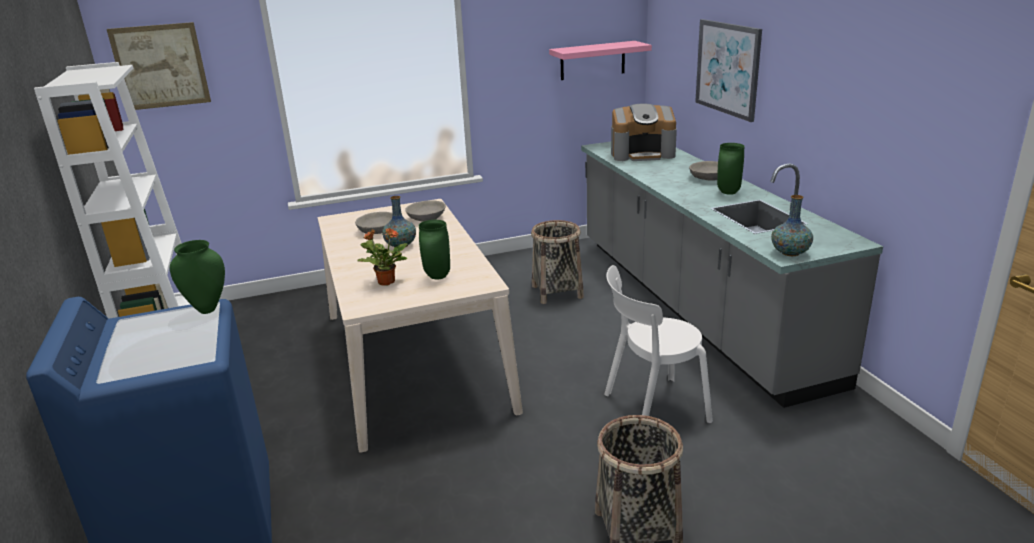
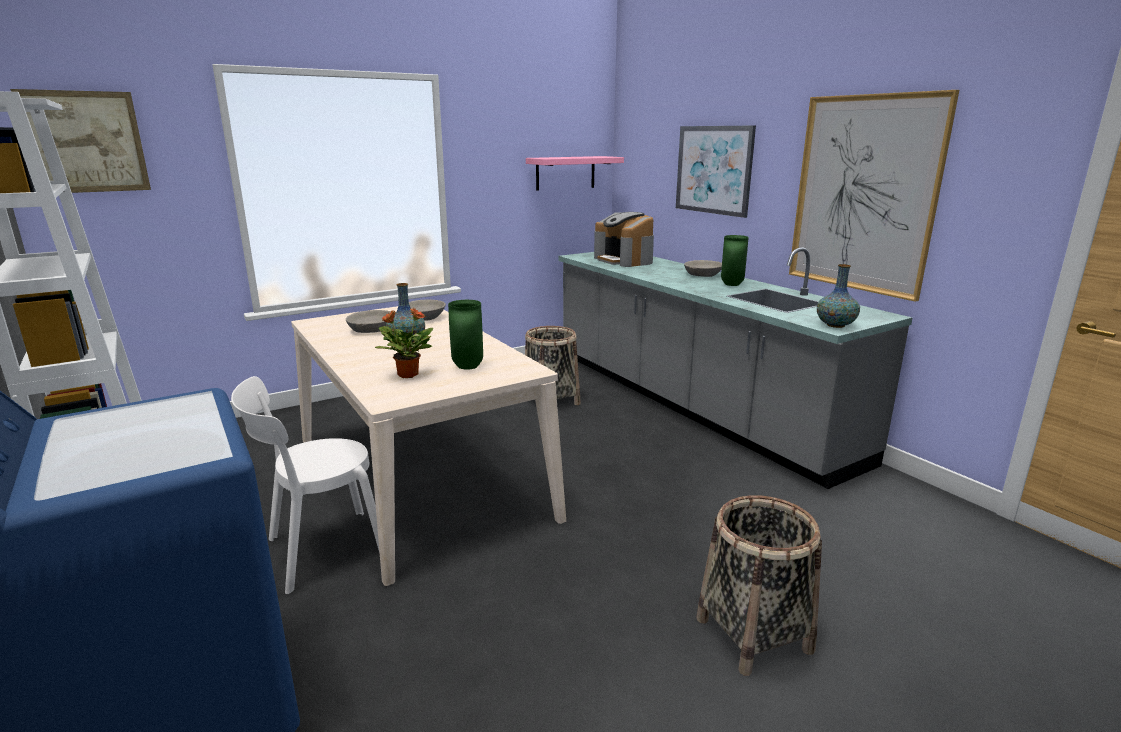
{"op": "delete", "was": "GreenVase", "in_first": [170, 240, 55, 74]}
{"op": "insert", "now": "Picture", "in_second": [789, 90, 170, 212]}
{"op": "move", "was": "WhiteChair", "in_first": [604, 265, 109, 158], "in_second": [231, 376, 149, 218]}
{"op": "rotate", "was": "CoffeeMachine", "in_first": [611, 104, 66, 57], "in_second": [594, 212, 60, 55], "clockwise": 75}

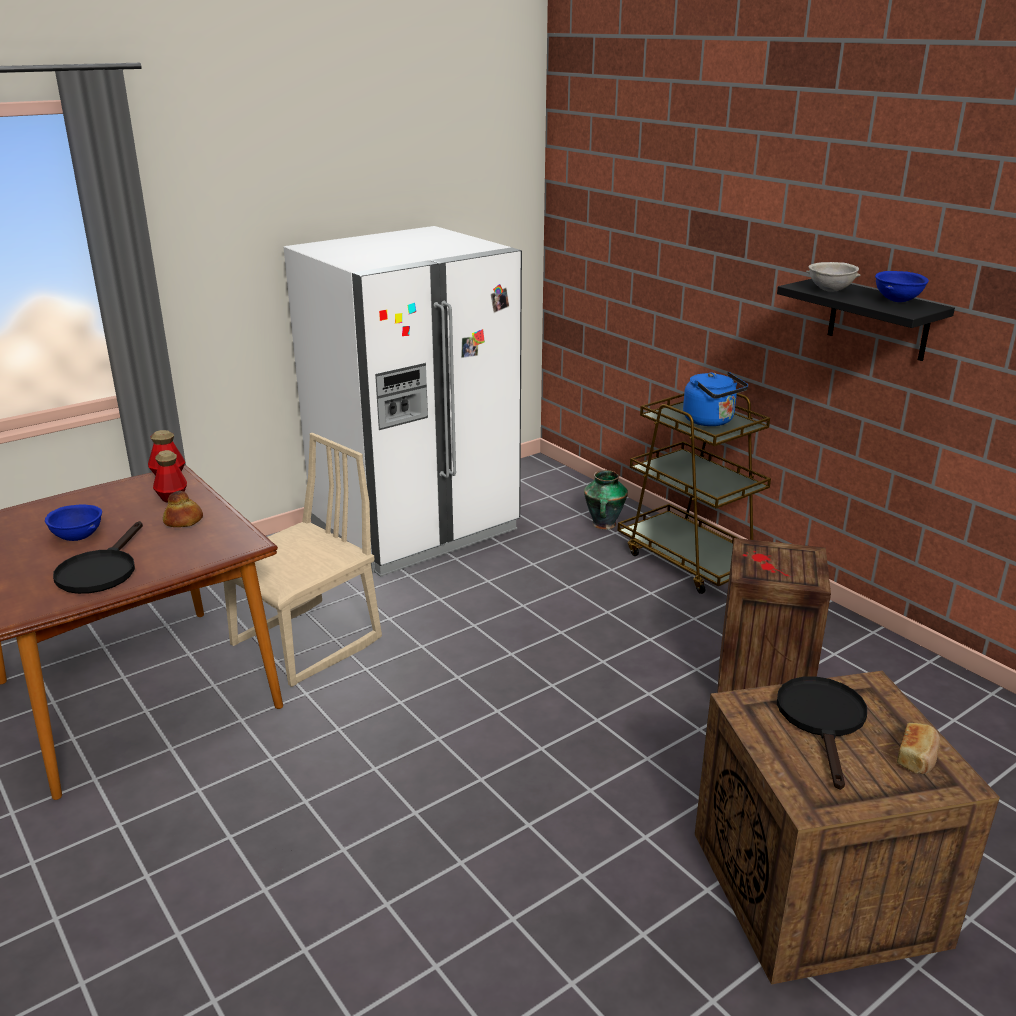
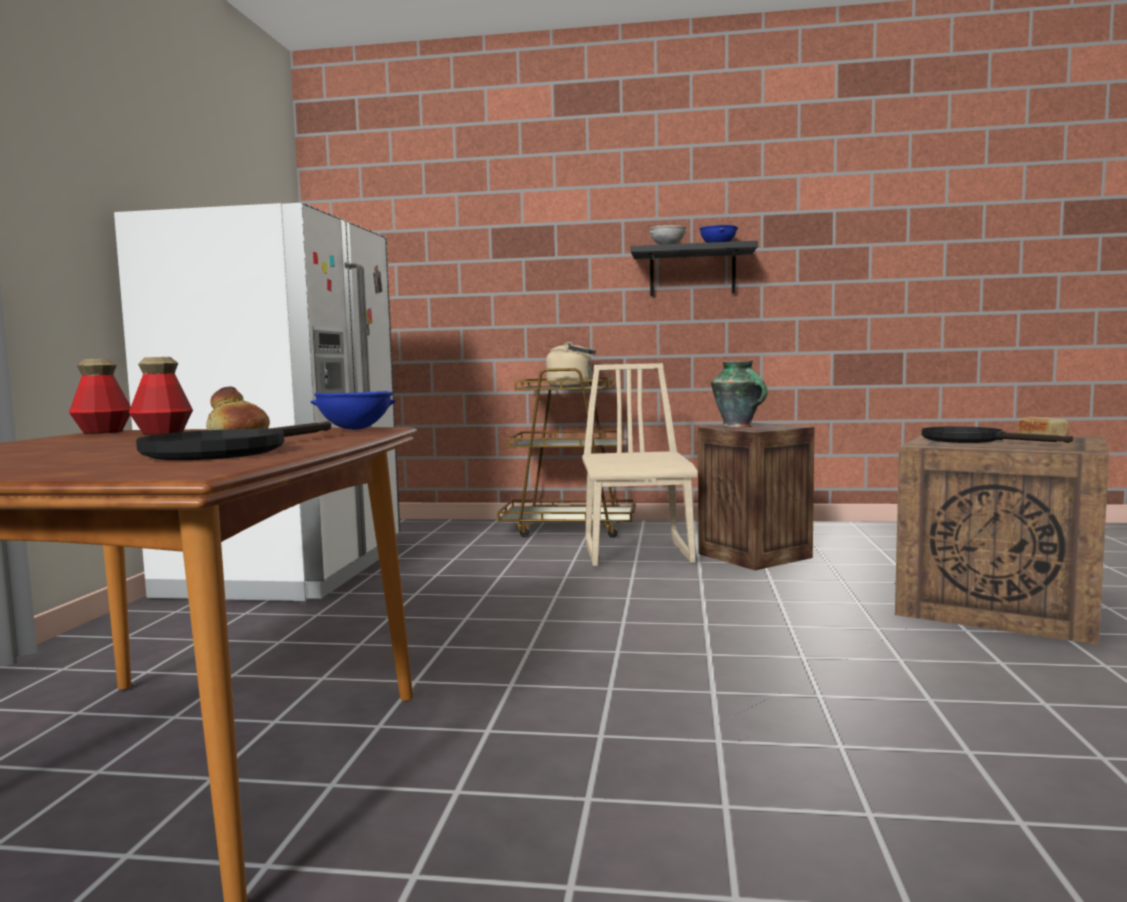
{"op": "move", "was": "BlueBowl", "in_first": [45, 504, 57, 37], "in_second": [311, 391, 85, 39]}
{"op": "move", "was": "BeigeChair", "in_first": [223, 433, 159, 254], "in_second": [582, 363, 116, 203]}
{"op": "move", "was": "Vase", "in_first": [584, 470, 44, 60], "in_second": [711, 361, 56, 66]}
{"op": "recolor", "was": "BlueKettle", "now": "BeigeKettle", "in_first": [683, 372, 65, 54], "in_second": [546, 342, 50, 45]}
{"op": "rotate", "was": "BlackFryingPan", "in_first": [53, 521, 90, 73], "in_second": [136, 421, 195, 39], "clockwise": 60}

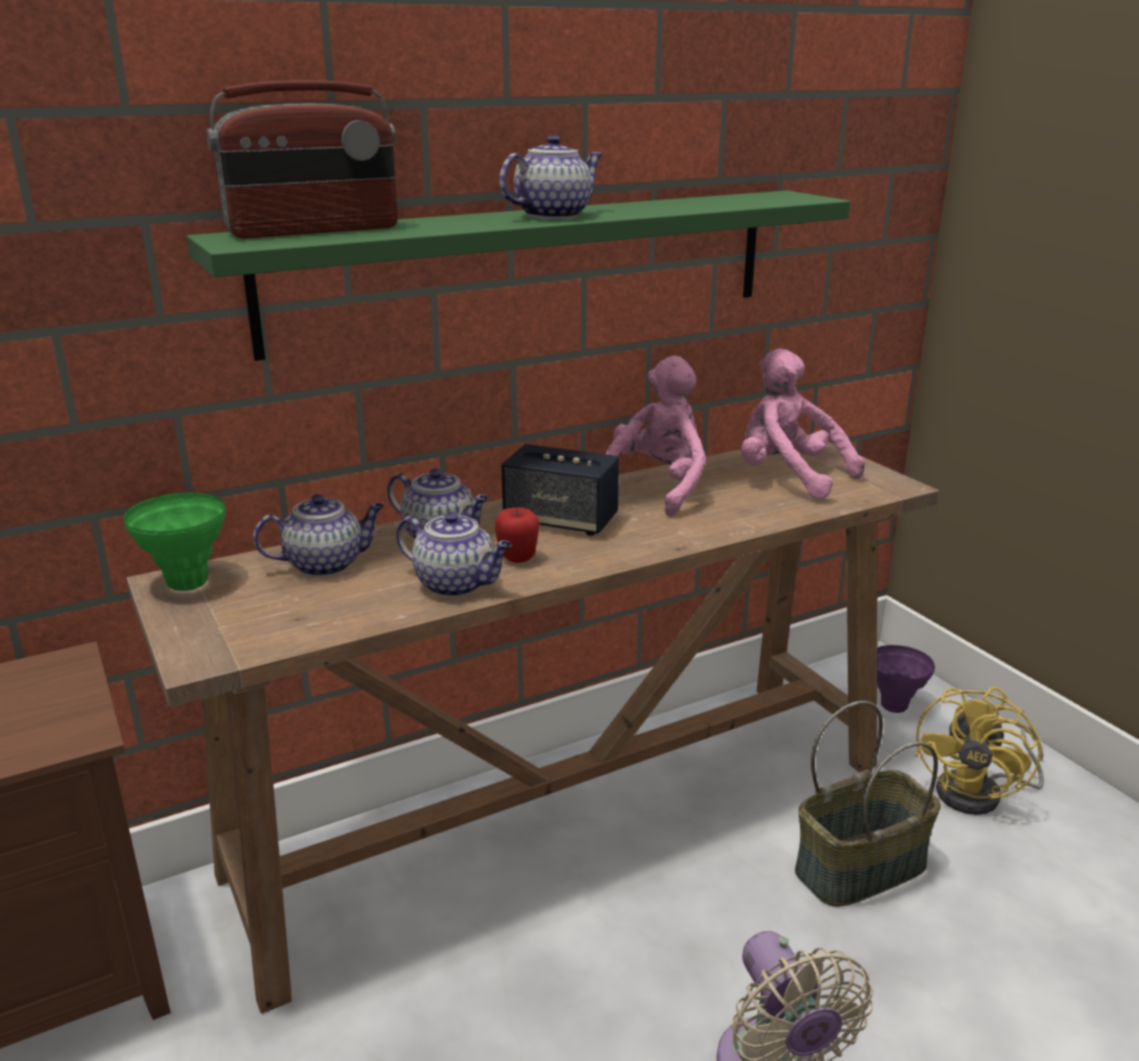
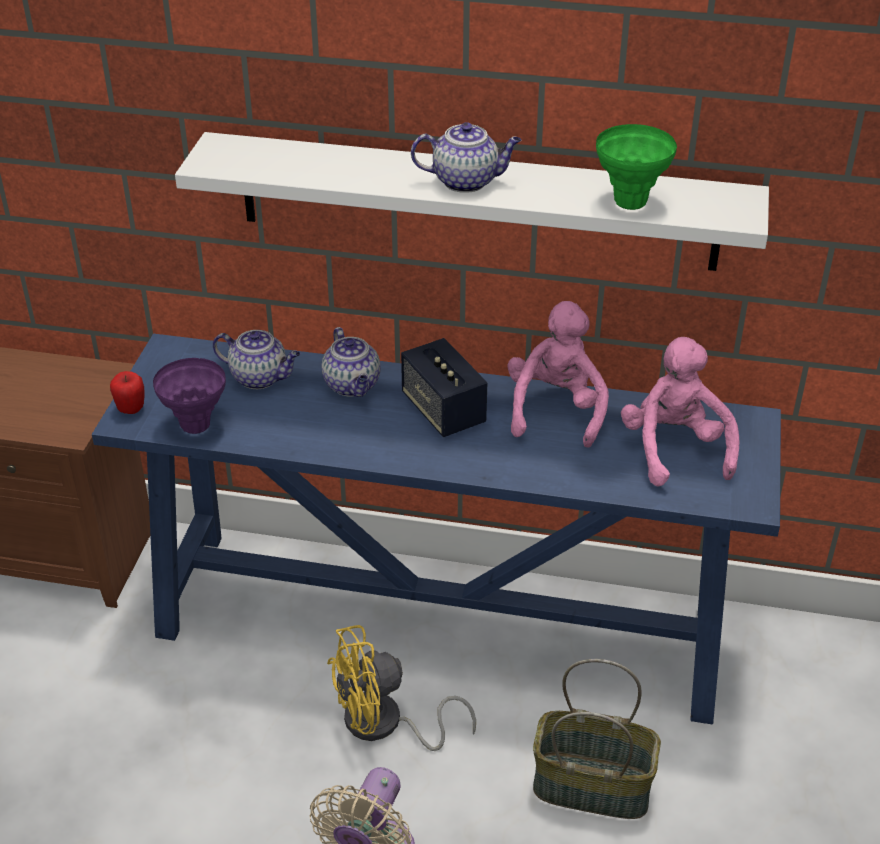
{"op": "delete", "was": "Radio", "in_first": [206, 80, 192, 158]}
{"op": "delete", "was": "Teapot", "in_first": [396, 512, 116, 85]}
{"op": "move", "was": "GreenVase", "in_first": [123, 492, 103, 99], "in_second": [596, 124, 81, 86]}
{"op": "move", "was": "Apple", "in_first": [495, 508, 45, 55], "in_second": [110, 371, 35, 43]}
{"op": "move", "was": "PurpleVase", "in_first": [877, 645, 58, 68], "in_second": [153, 358, 73, 76]}
{"op": "move", "was": "YellowFan", "in_first": [915, 687, 129, 128], "in_second": [327, 625, 149, 126]}
{"op": "recolor", "was": "BrownConsoleTable", "now": "BlueConsoleTable", "in_first": [127, 442, 812, 572], "in_second": [92, 334, 689, 390]}
{"op": "recolor", "was": "GreenShelf", "now": "WhiteShelf", "in_first": [186, 190, 664, 171], "in_second": [175, 132, 594, 139]}
{"op": "rotate", "was": "PinkPlushToy", "in_first": [606, 356, 100, 161], "in_second": [507, 301, 102, 147], "clockwise": -60}

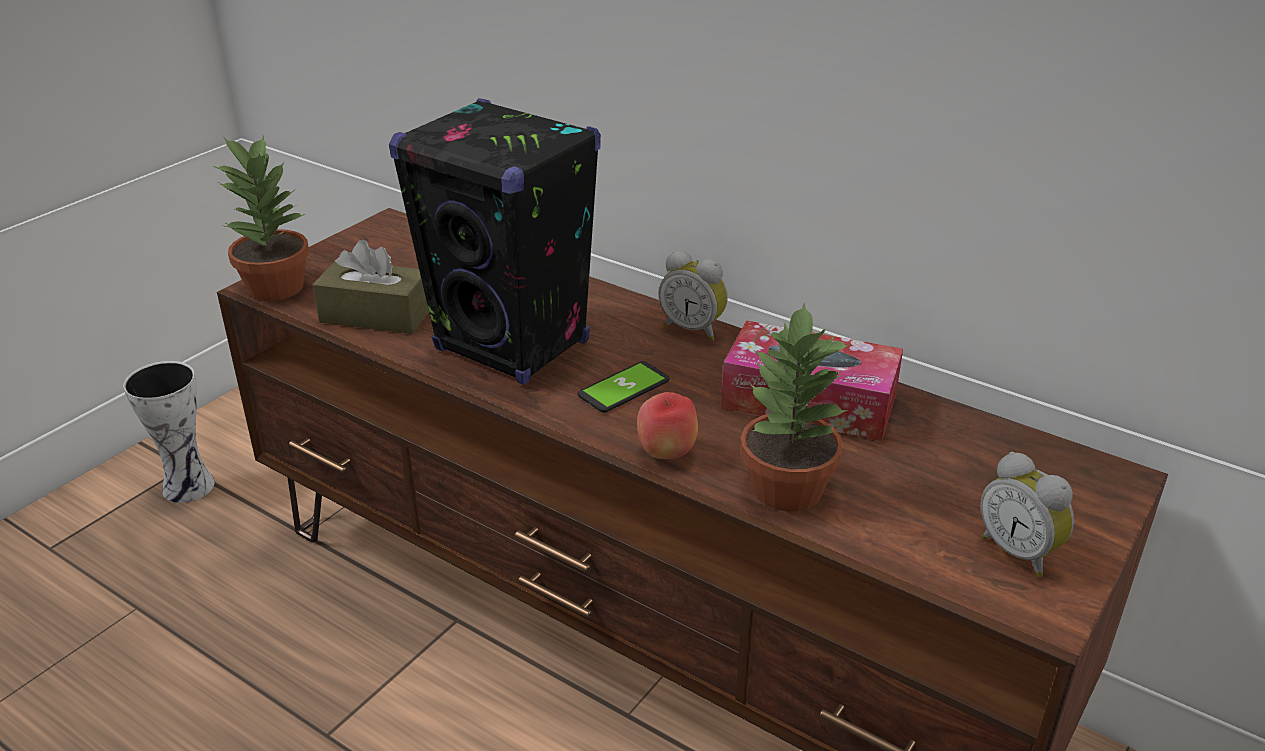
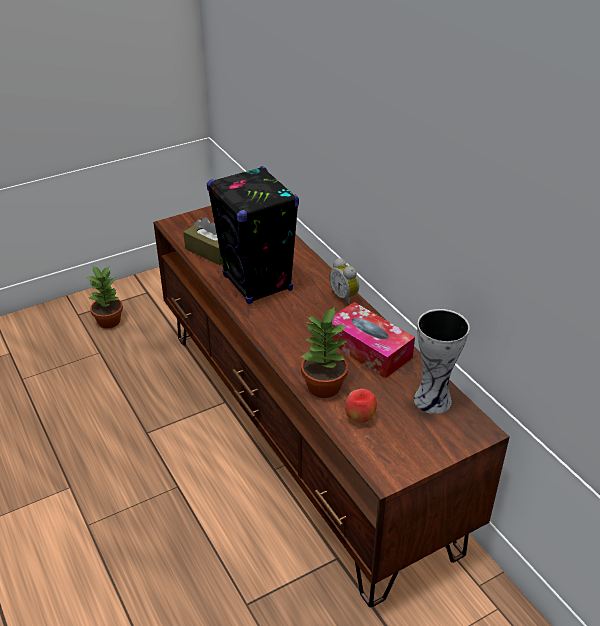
{"op": "delete", "was": "Phone", "in_first": [578, 361, 92, 52]}
{"op": "delete", "was": "AlarmClock", "in_first": [980, 452, 94, 125]}
{"op": "move", "was": "Vase", "in_first": [123, 361, 92, 142], "in_second": [414, 309, 56, 105]}
{"op": "move", "was": "PottedPlant", "in_first": [214, 136, 95, 165], "in_second": [87, 266, 36, 62]}
{"op": "move", "was": "Apple", "in_first": [637, 392, 61, 67], "in_second": [345, 389, 32, 34]}

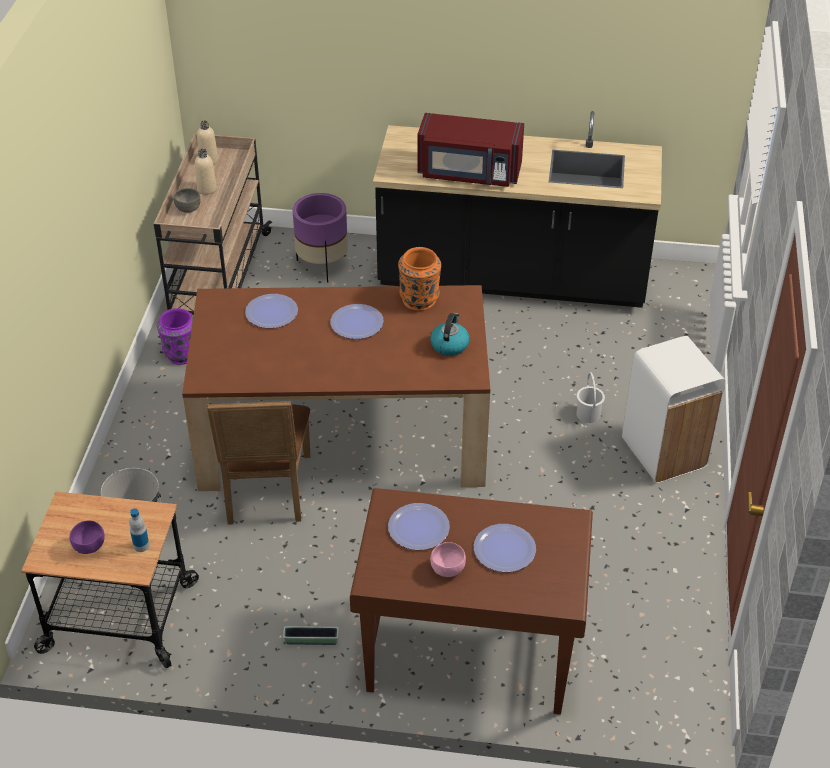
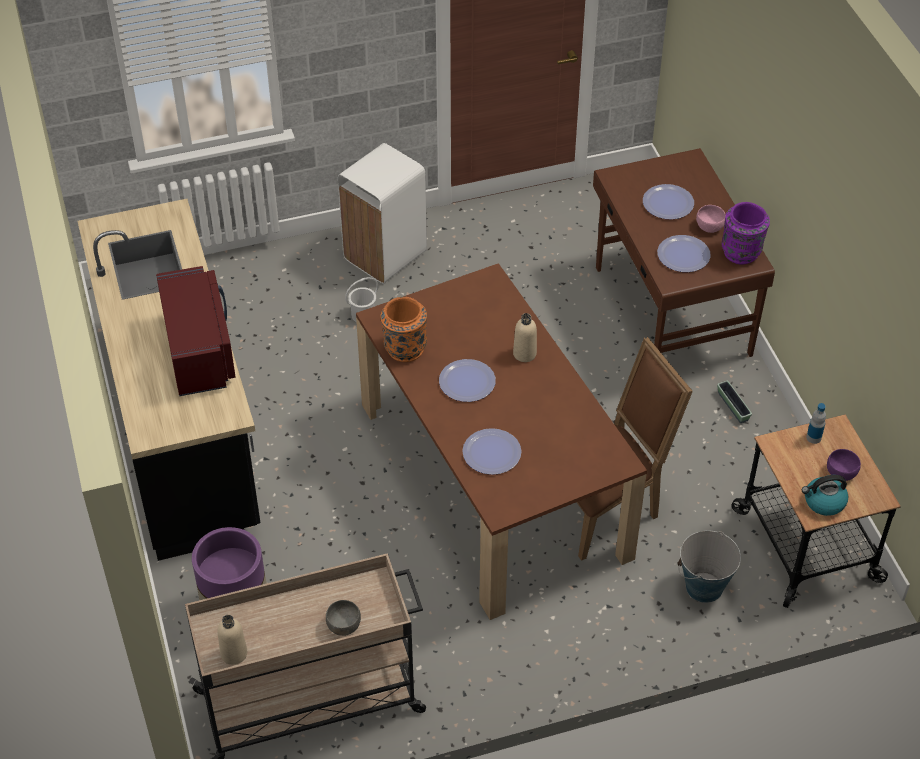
{"op": "move", "was": "PurpleVase", "in_first": [157, 308, 37, 57], "in_second": [721, 202, 49, 63]}
{"op": "move", "was": "BeigeBottle", "in_first": [195, 149, 22, 46], "in_second": [513, 313, 24, 49]}
{"op": "move", "was": "Kettle", "in_first": [430, 313, 39, 43], "in_second": [802, 475, 46, 41]}

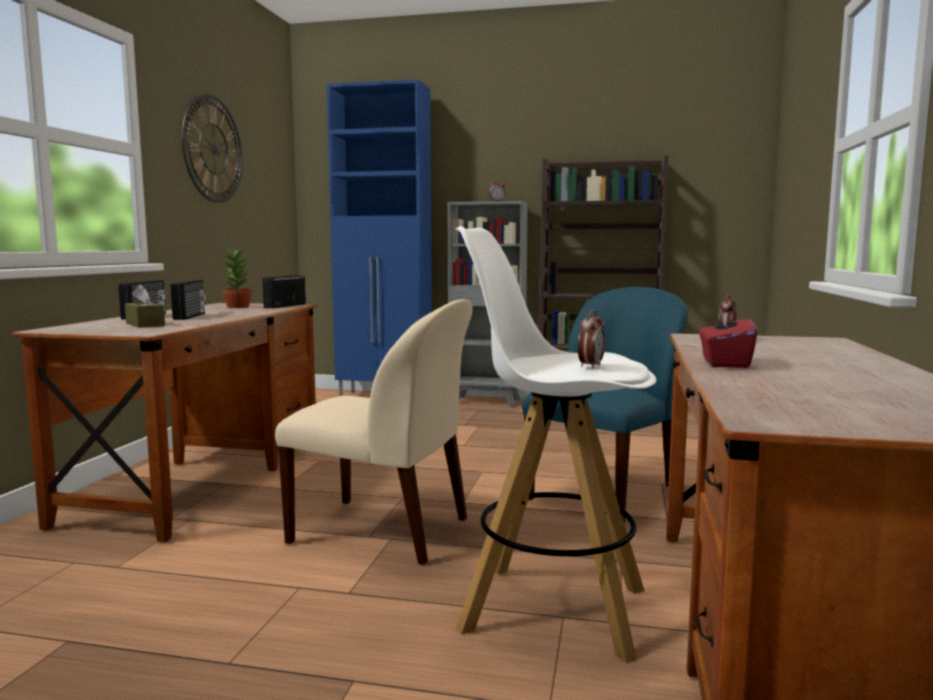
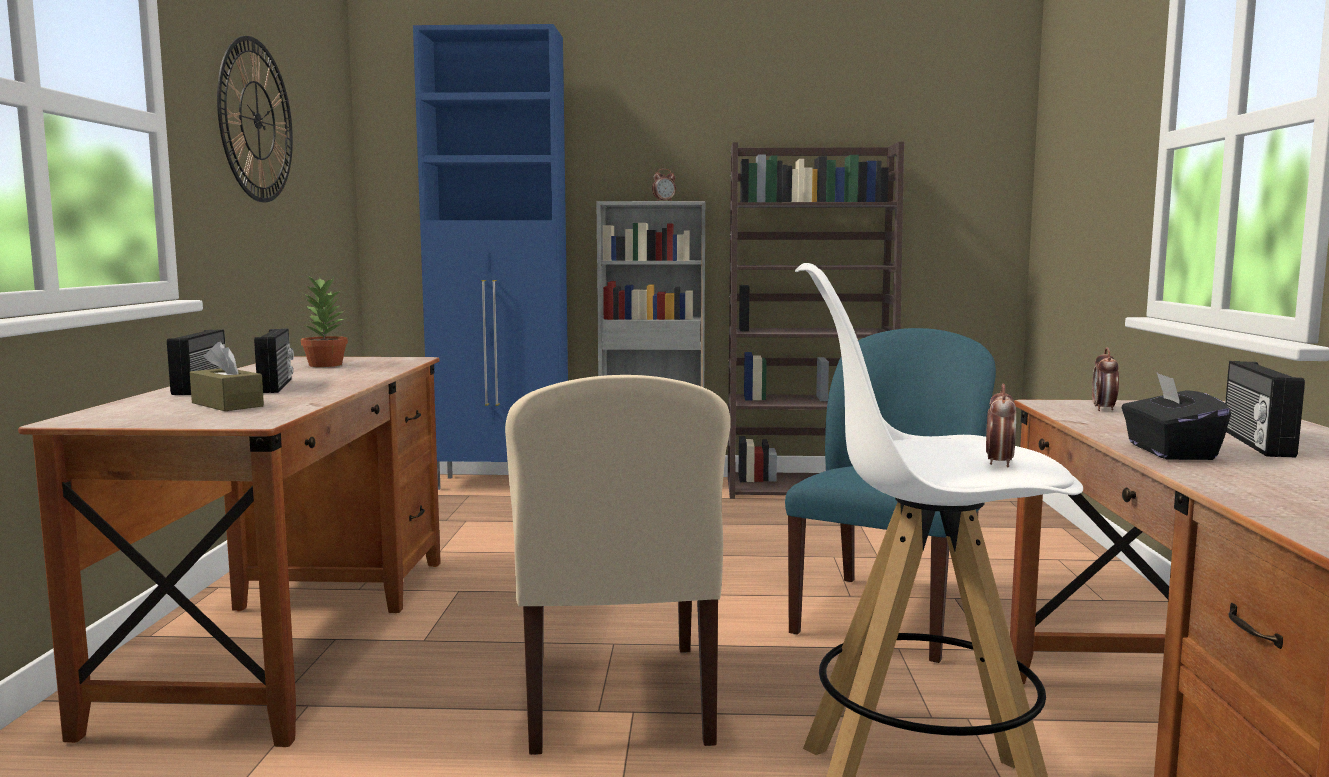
{"op": "move", "was": "Radio", "in_first": [263, 275, 43, 33], "in_second": [1225, 361, 80, 97]}
{"op": "recolor", "was": "RedTissueBox", "now": "BlackTissueBox", "in_first": [699, 307, 58, 61], "in_second": [1122, 373, 109, 87]}
{"op": "rotate", "was": "BeigeChair", "in_first": [275, 299, 198, 266], "in_second": [505, 375, 226, 380], "clockwise": 75}

